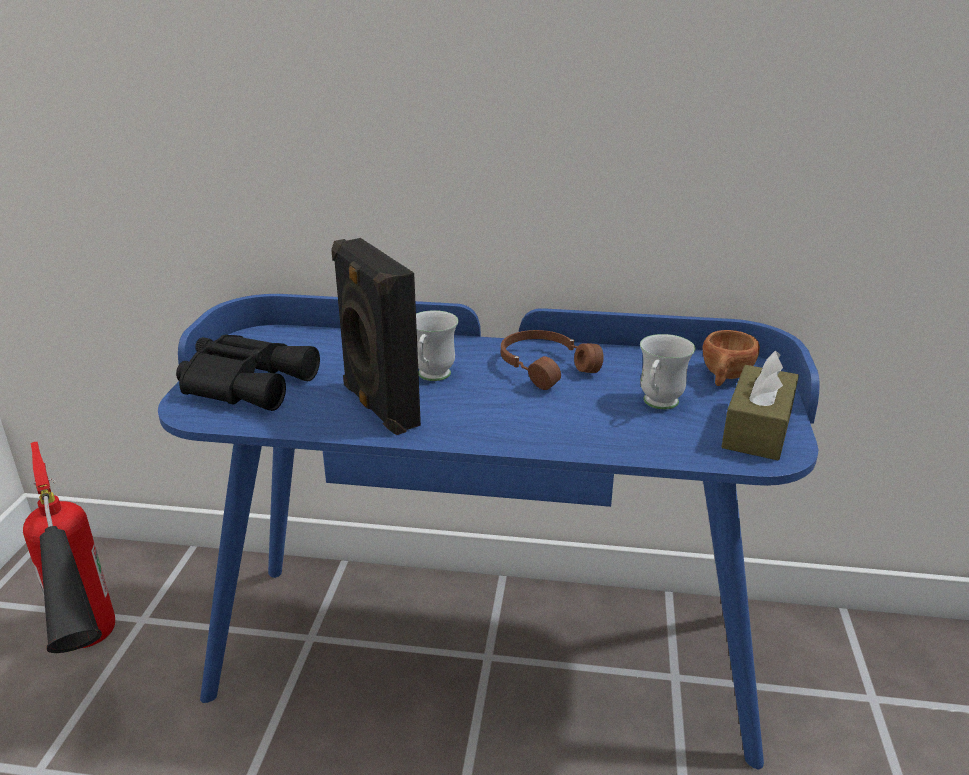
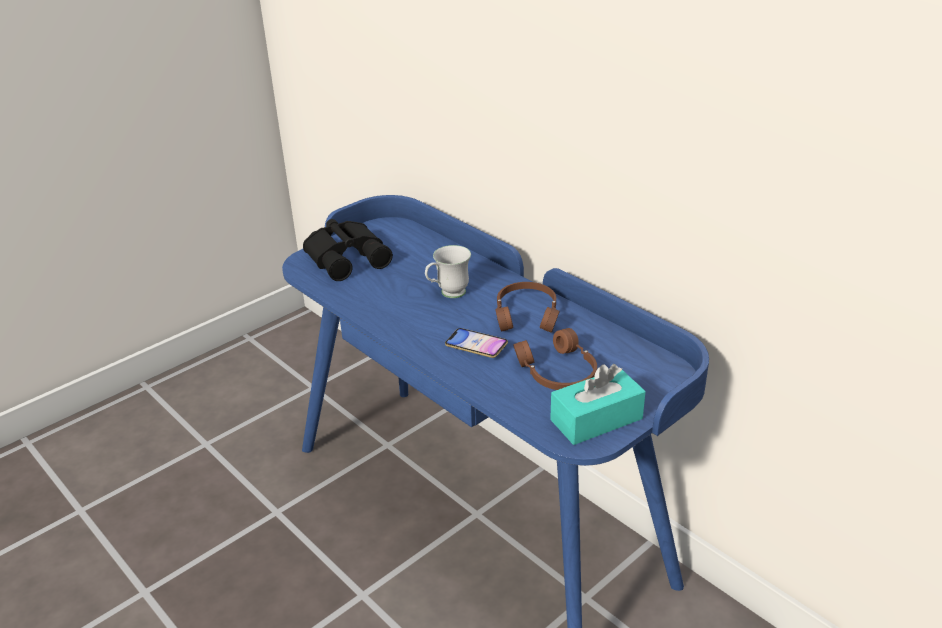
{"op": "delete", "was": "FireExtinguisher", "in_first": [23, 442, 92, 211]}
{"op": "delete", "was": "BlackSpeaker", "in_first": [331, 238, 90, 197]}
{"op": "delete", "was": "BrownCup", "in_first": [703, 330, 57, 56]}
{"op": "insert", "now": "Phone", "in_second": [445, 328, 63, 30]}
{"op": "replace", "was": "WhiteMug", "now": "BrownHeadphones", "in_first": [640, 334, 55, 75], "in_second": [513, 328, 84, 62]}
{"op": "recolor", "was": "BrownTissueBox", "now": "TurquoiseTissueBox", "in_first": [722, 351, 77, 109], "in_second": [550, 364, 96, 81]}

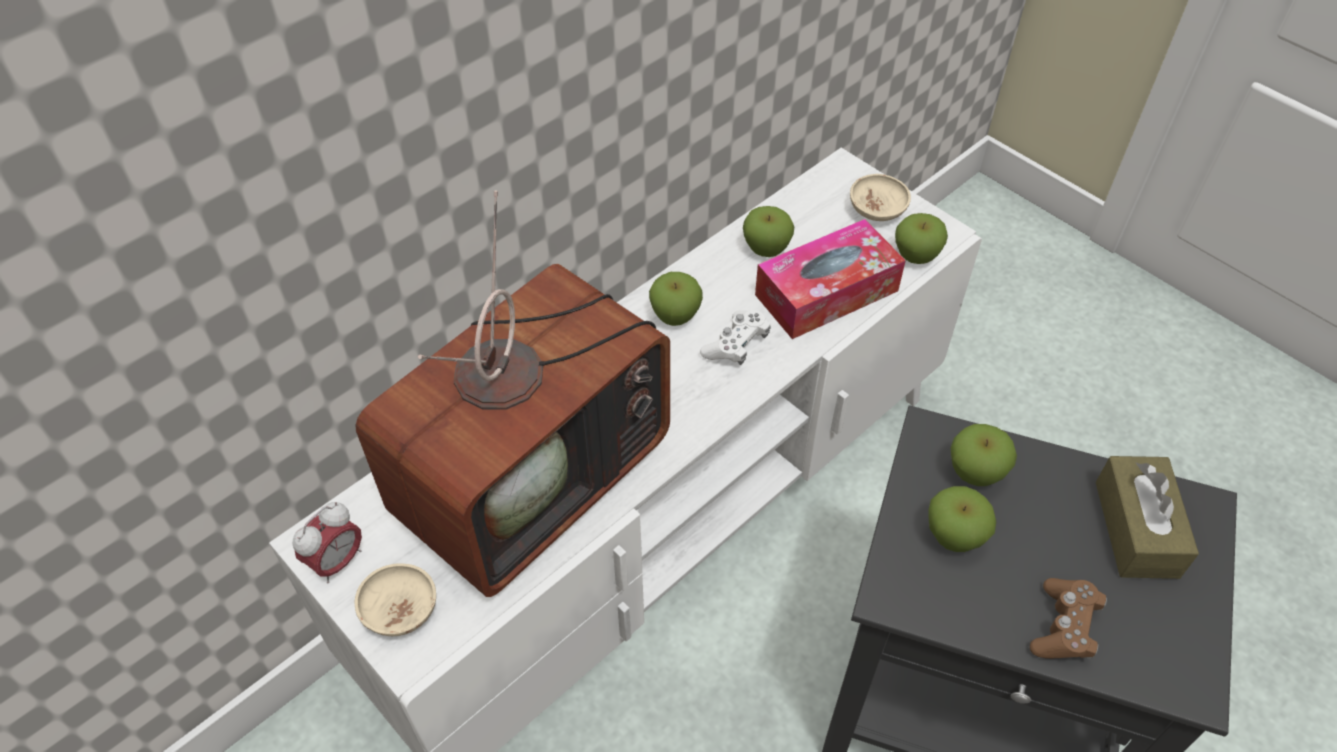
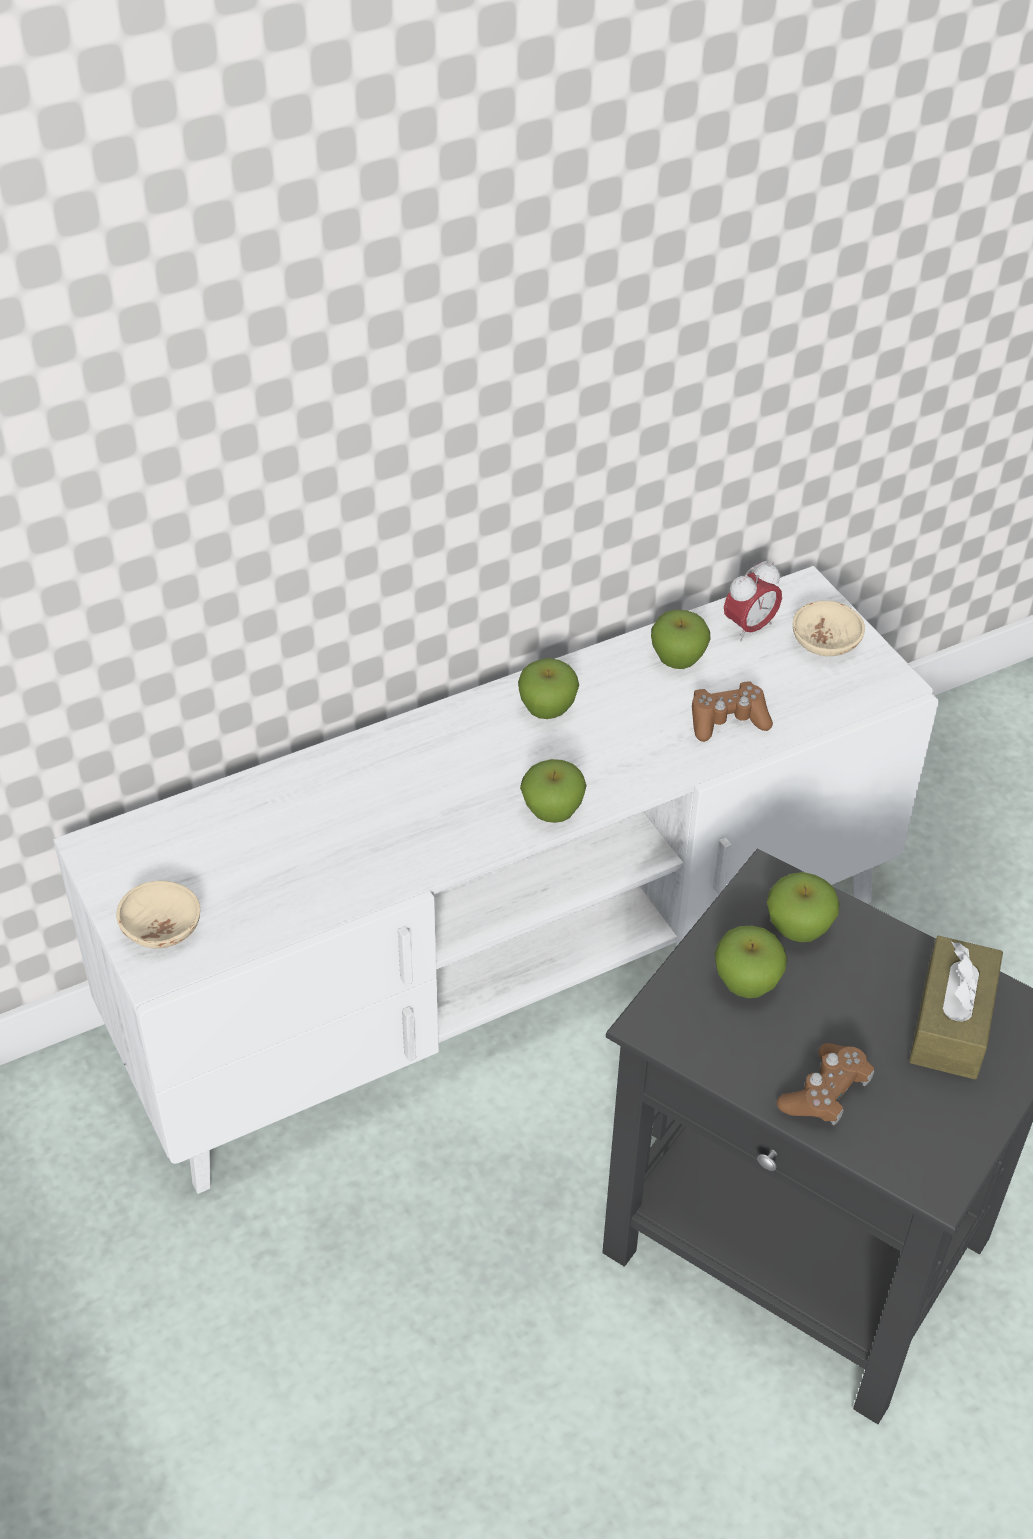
{"op": "delete", "was": "Television", "in_first": [355, 190, 315, 407]}
{"op": "delete", "was": "WhiteGameController", "in_first": [700, 310, 71, 55]}
{"op": "move", "was": "AlarmClock", "in_first": [292, 502, 70, 81], "in_second": [724, 561, 58, 80]}
{"op": "move", "was": "Apple", "in_first": [895, 213, 53, 51], "in_second": [520, 759, 67, 64]}
{"op": "replace", "was": "TissueBox", "now": "BrownGameController", "in_first": [755, 219, 151, 120], "in_second": [692, 681, 81, 61]}

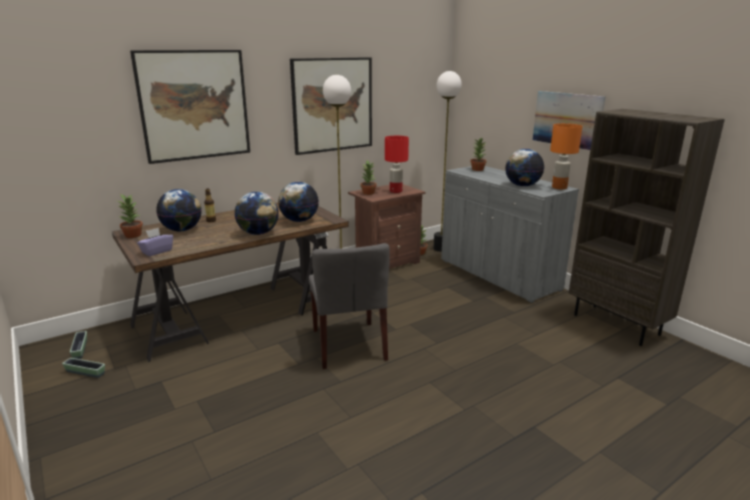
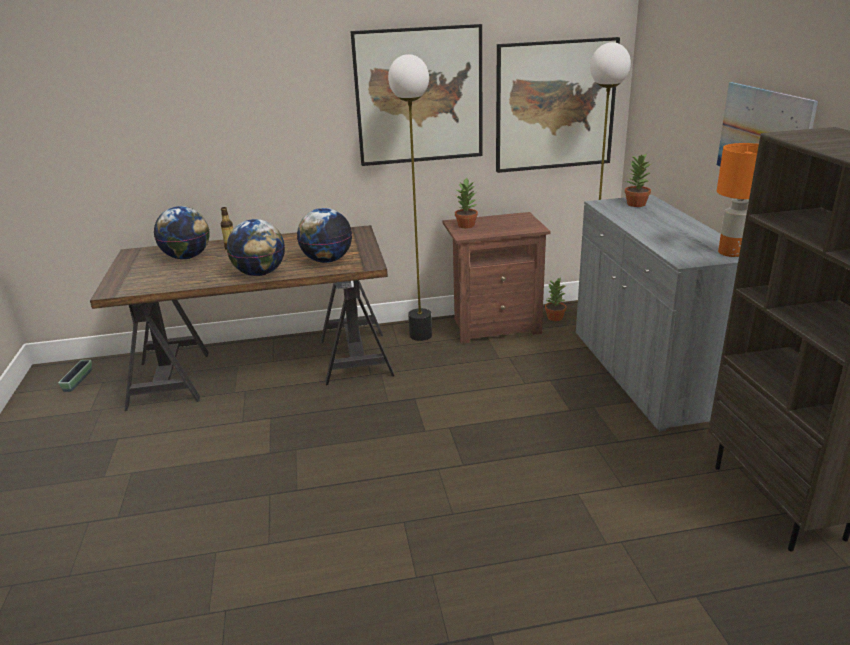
{"op": "delete", "was": "Planter", "in_first": [62, 358, 43, 20]}
{"op": "delete", "was": "PottedPlant", "in_first": [118, 194, 25, 44]}
{"op": "delete", "was": "PurpleTissueBox", "in_first": [137, 228, 36, 28]}
{"op": "delete", "was": "GreyChair", "in_first": [309, 243, 81, 126]}
{"op": "delete", "was": "RedTableLamp", "in_first": [385, 136, 24, 57]}
{"op": "delete", "was": "Globe", "in_first": [505, 149, 39, 38]}
{"op": "move", "was": "Picture", "in_first": [130, 50, 120, 114], "in_second": [496, 37, 124, 136]}

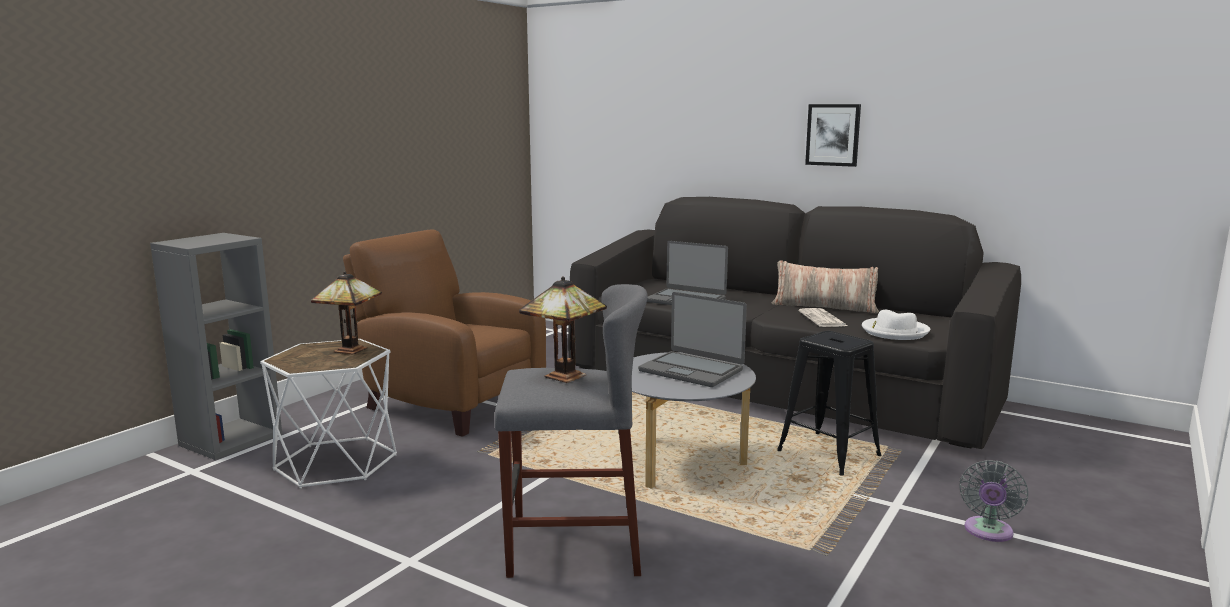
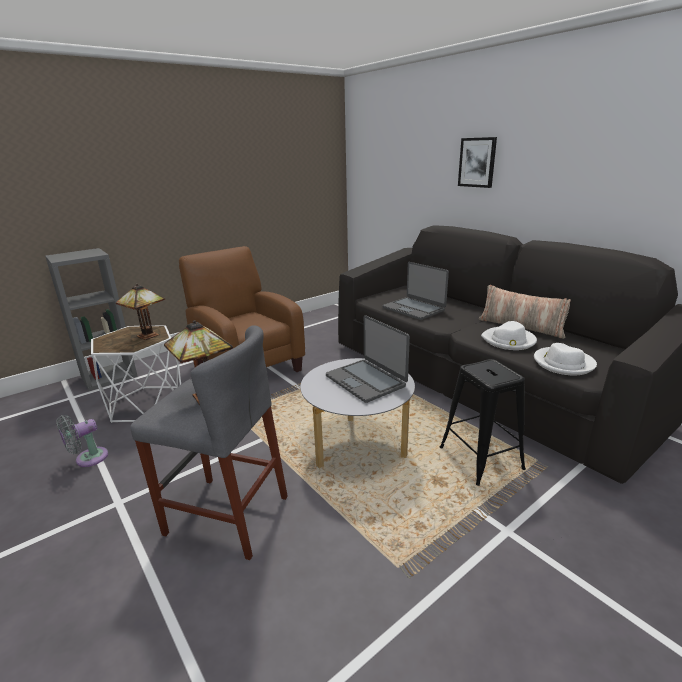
{"op": "move", "was": "Picture", "in_first": [805, 104, 56, 63], "in_second": [458, 137, 39, 51]}
{"op": "move", "was": "GreyFan", "in_first": [960, 460, 68, 82], "in_second": [56, 415, 52, 52]}
{"op": "replace", "was": "Newspaper", "now": "WhiteHat", "in_first": [799, 308, 48, 19], "in_second": [481, 321, 56, 29]}

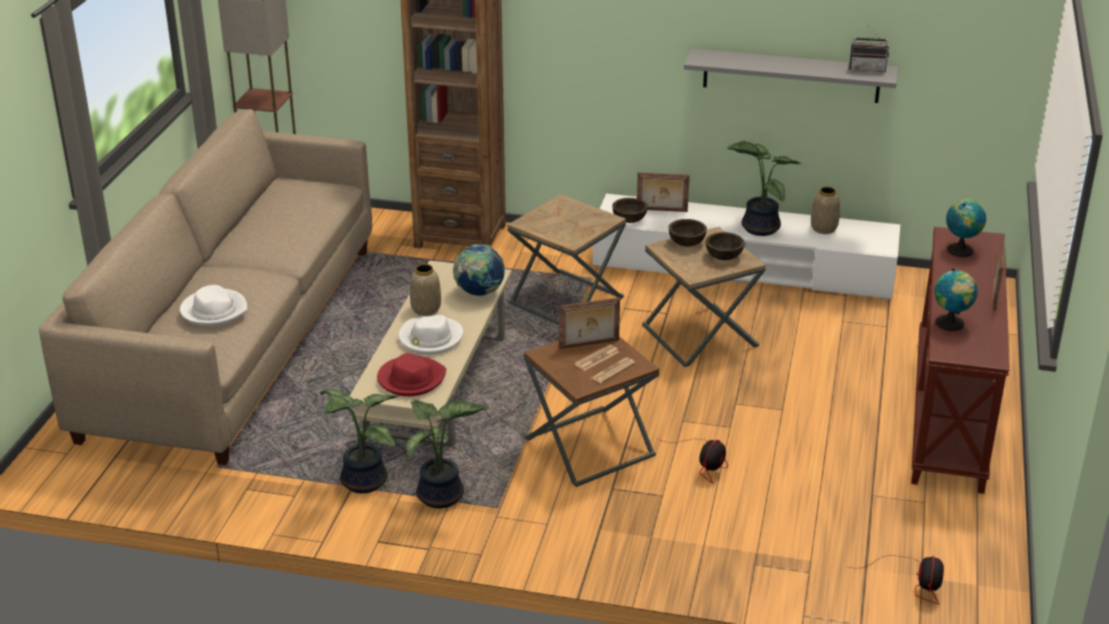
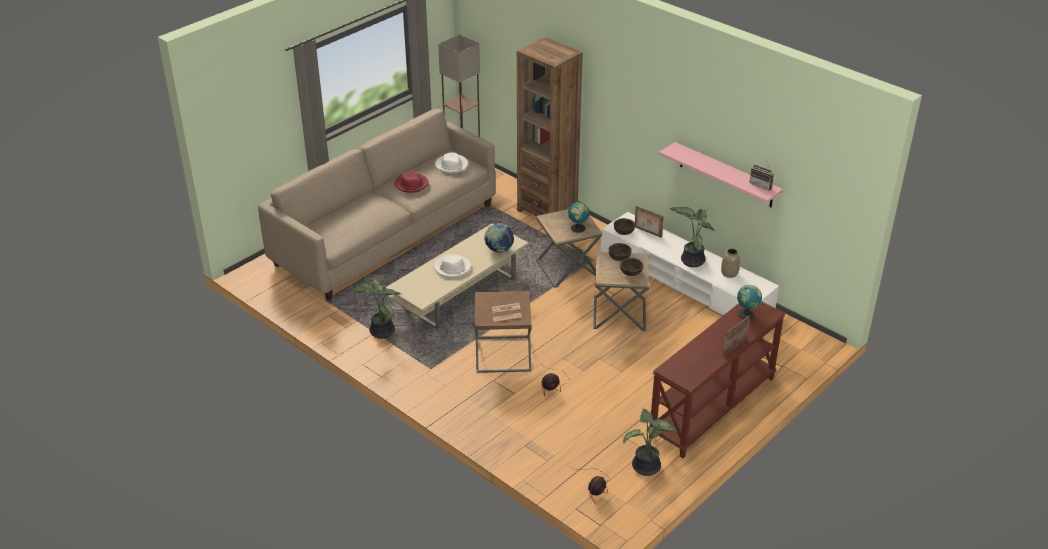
{"op": "delete", "was": "Vase", "in_first": [410, 264, 31, 52]}
{"op": "delete", "was": "PictureFrame", "in_first": [559, 297, 61, 52]}
{"op": "move", "was": "WhiteHat", "in_first": [180, 285, 67, 41], "in_second": [435, 153, 33, 20]}
{"op": "move", "was": "RedHat", "in_first": [377, 353, 69, 43], "in_second": [394, 171, 35, 22]}
{"op": "move", "was": "PottedPlant", "in_first": [407, 400, 83, 108], "in_second": [623, 409, 54, 67]}
{"op": "move", "was": "Globe", "in_first": [934, 268, 44, 63], "in_second": [568, 201, 21, 32]}
{"op": "recolor", "was": "GreyShelf", "now": "PinkShelf", "in_first": [684, 49, 214, 54], "in_second": [659, 142, 124, 65]}

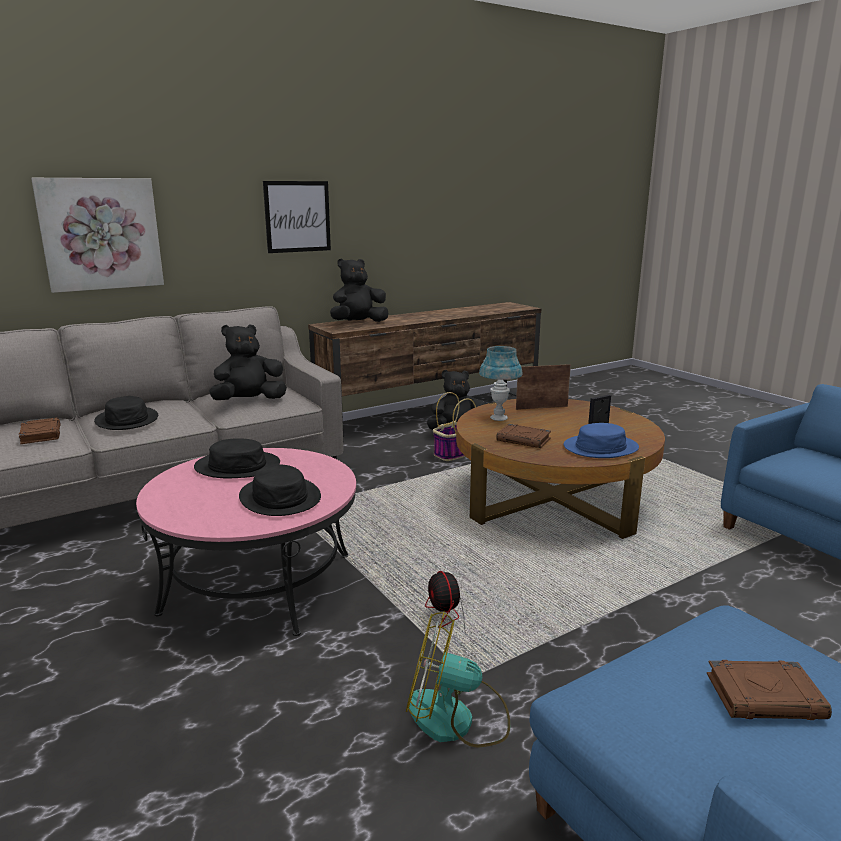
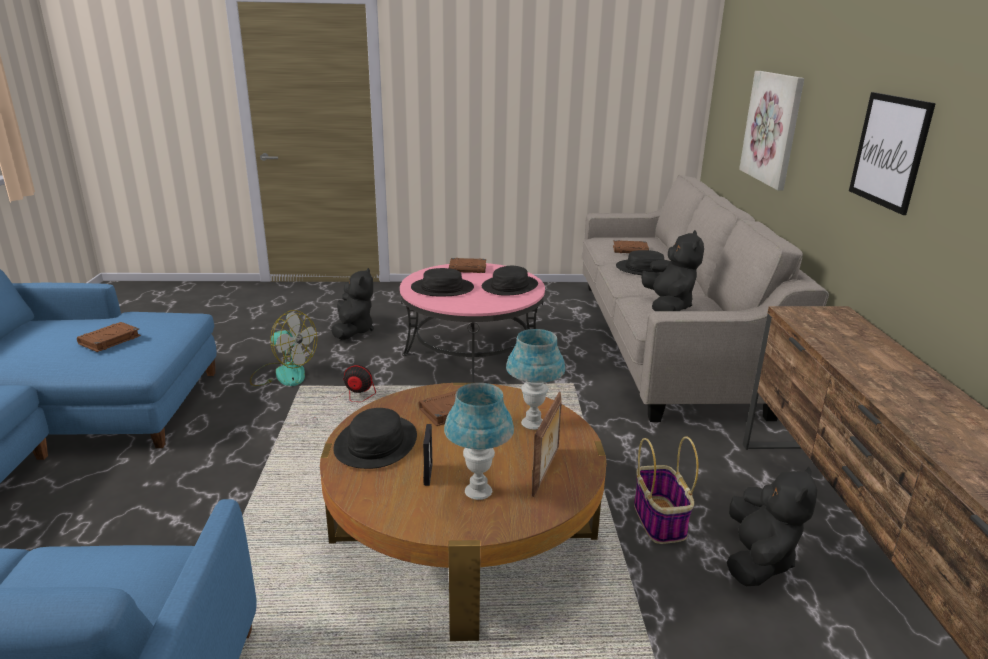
{"op": "insert", "now": "BlueTableLamp", "in_second": [444, 383, 70, 117]}
{"op": "insert", "now": "BrownBook", "in_second": [449, 258, 37, 15]}
{"op": "move", "was": "BlackPlushToy", "in_first": [330, 258, 58, 64], "in_second": [331, 268, 43, 72]}
{"op": "recolor", "was": "BlueHat", "now": "BlackHat", "in_first": [564, 423, 75, 35], "in_second": [333, 408, 84, 61]}
{"op": "rotate", "was": "Fan", "in_first": [406, 611, 104, 137], "in_second": [250, 310, 67, 76], "clockwise": 75}

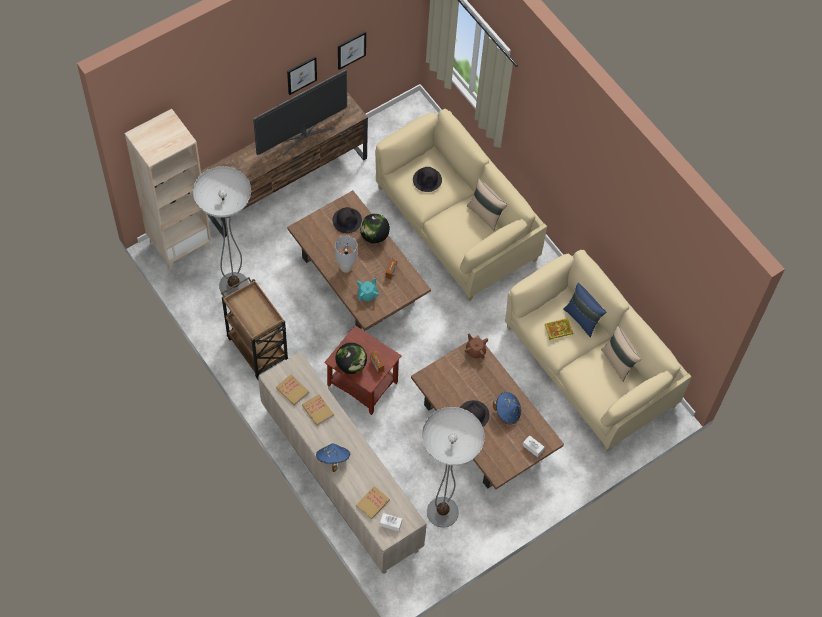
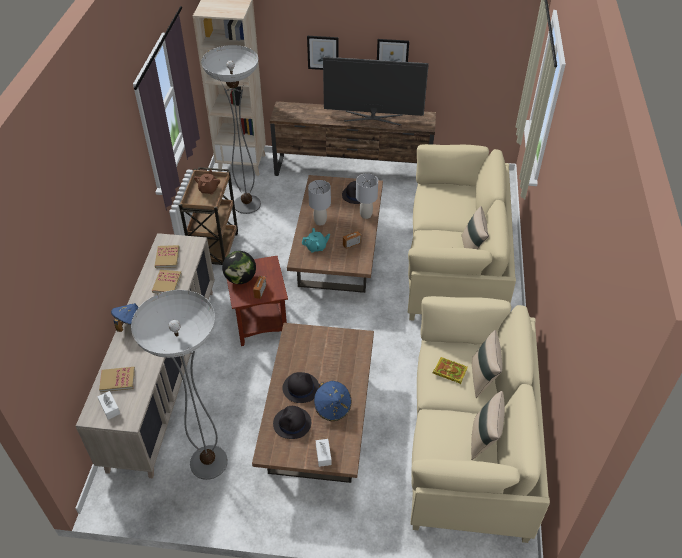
{"op": "move", "was": "Picture", "in_first": [338, 31, 28, 39], "in_second": [307, 36, 32, 34]}
{"op": "move", "was": "BlackHat", "in_first": [413, 167, 29, 25], "in_second": [273, 406, 38, 33]}
{"op": "move", "was": "BrownTeapot", "in_first": [465, 334, 23, 25], "in_second": [194, 170, 26, 24]}
{"op": "replace", "was": "Globe", "now": "GreyTableLamp", "in_first": [360, 214, 30, 30], "in_second": [356, 173, 22, 46]}
{"op": "recolor", "was": "BluePillow", "now": "BeigePillow", "in_first": [563, 283, 43, 54], "in_second": [472, 330, 31, 68]}

